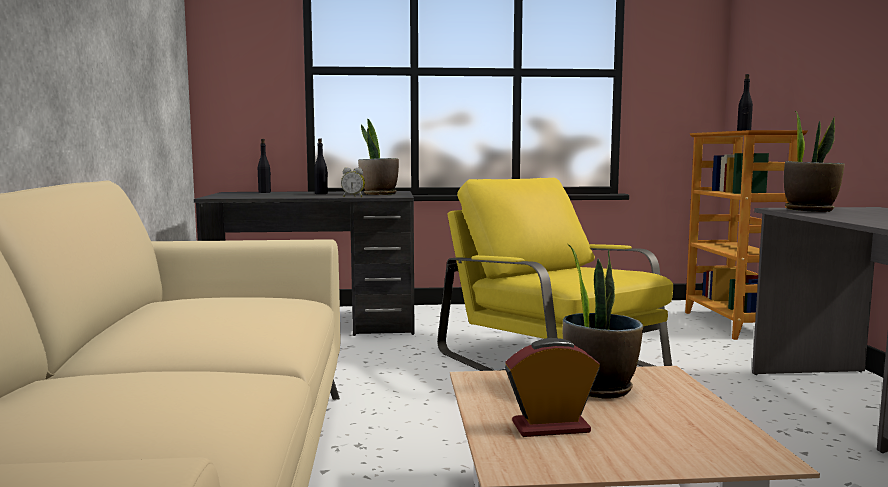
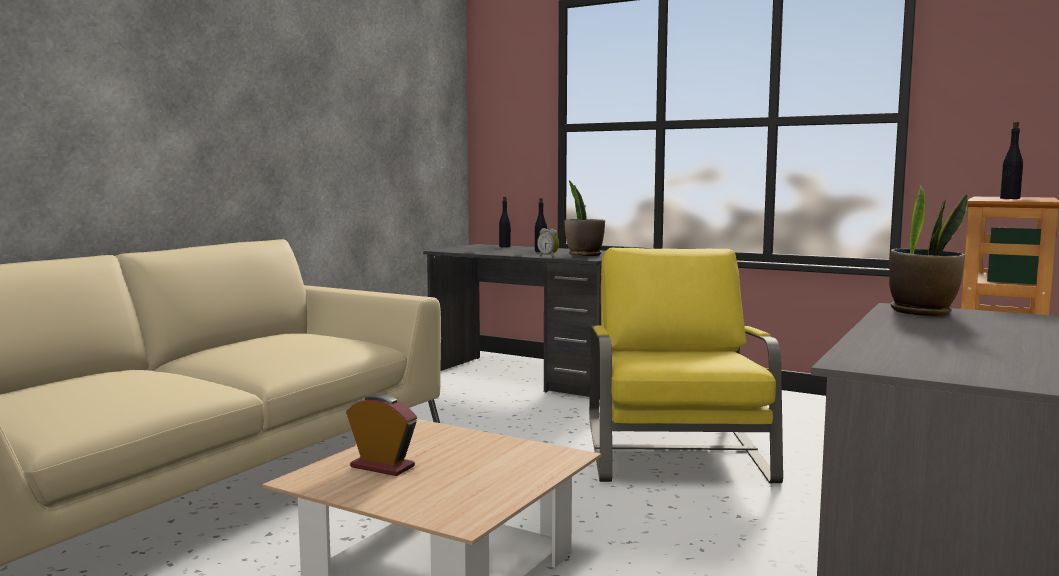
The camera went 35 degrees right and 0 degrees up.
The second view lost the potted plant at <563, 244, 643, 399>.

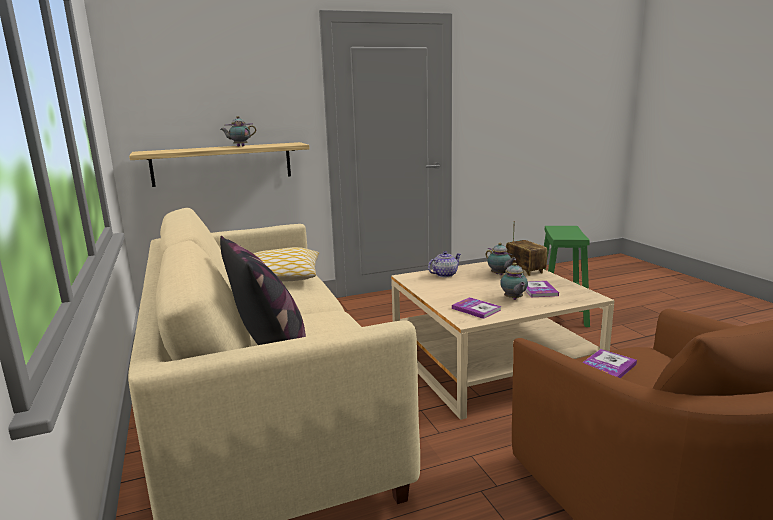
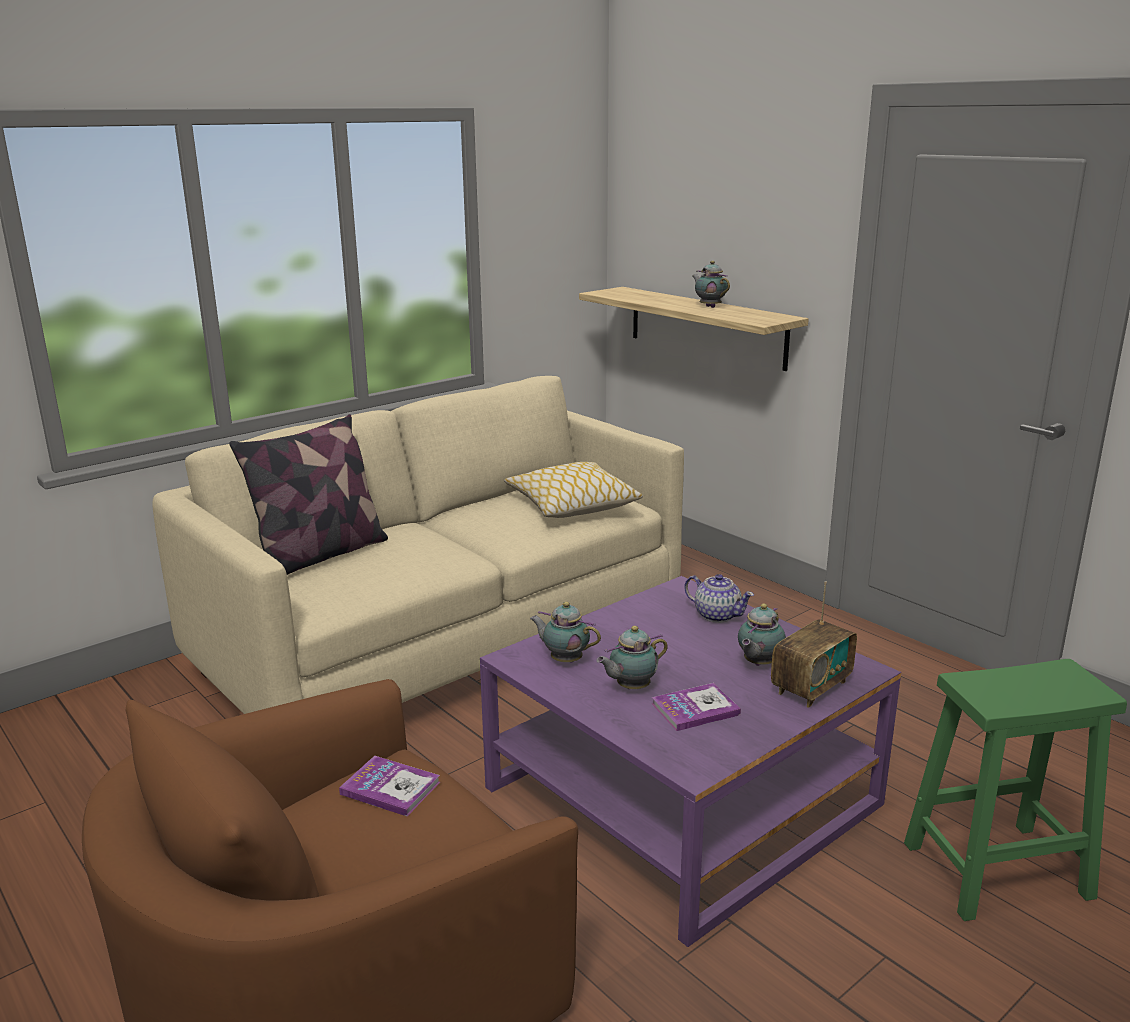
The camera went 70 degrees right and 5 degrees up.
What was the beige lounge table at <391, 261, 614, 420> turned into the purplish lounge table at <480, 576, 901, 947>.
Where the volume stood at <452, 297, 502, 319>, the teapot came to stand at <530, 602, 601, 663>.

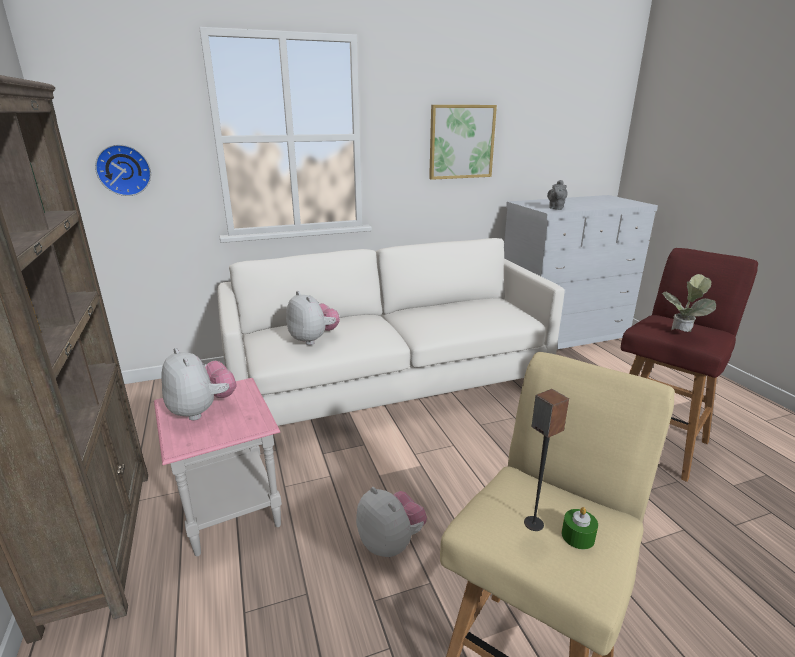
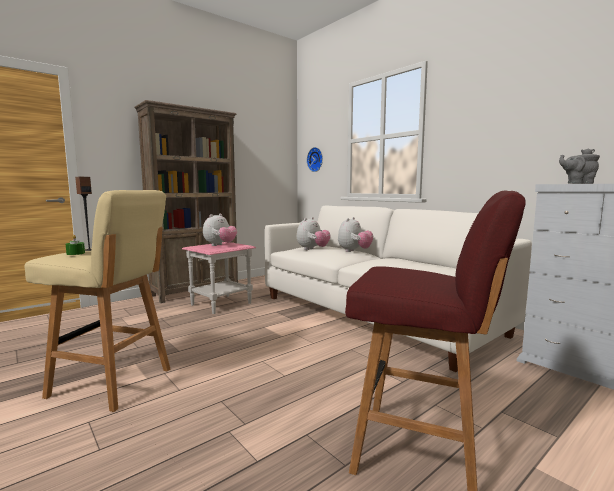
The camera went 70 degrees right and 15 degrees down.
The plush toy ended up elsewhere, having gone from <356, 487, 427, 557> to <338, 217, 373, 252>.
The second view lost the wall art at <429, 105, 497, 180>.
The second view lost the potted plant at <662, 274, 716, 332>.

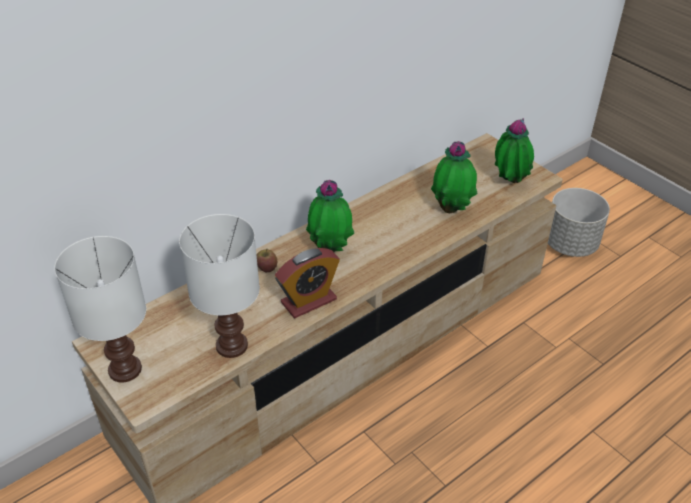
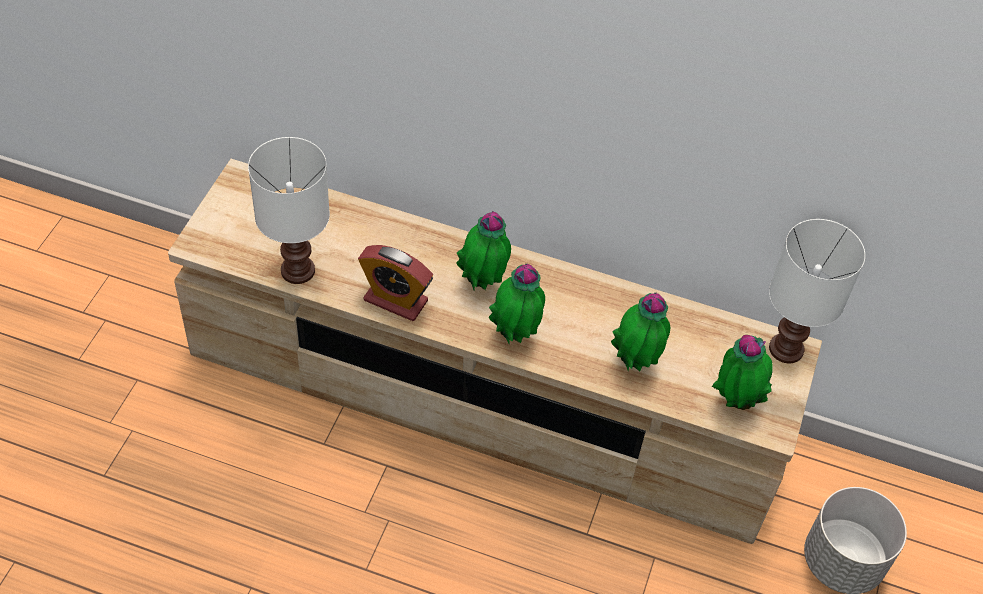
The camera went 55 degrees right and 10 degrees up.
The second view gained the potted plant at <489, 263, 545, 344>.
The whitish table lamp ended up elsewhere, having gone from <54, 236, 146, 383> to <769, 219, 865, 363>.
The second view lost the apple fruit at <257, 249, 277, 272>.

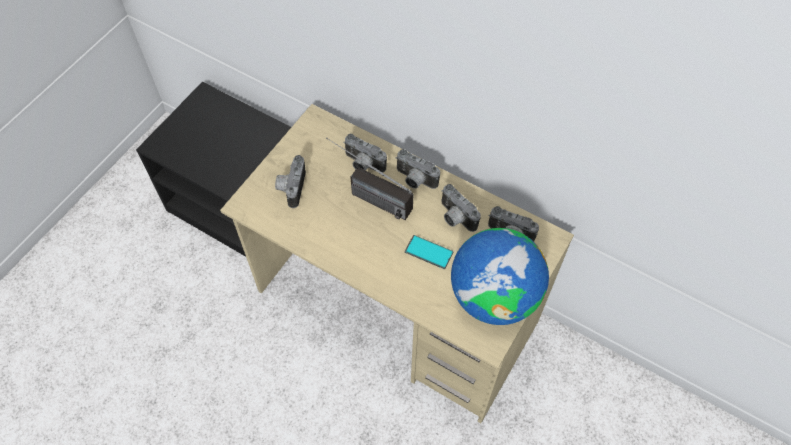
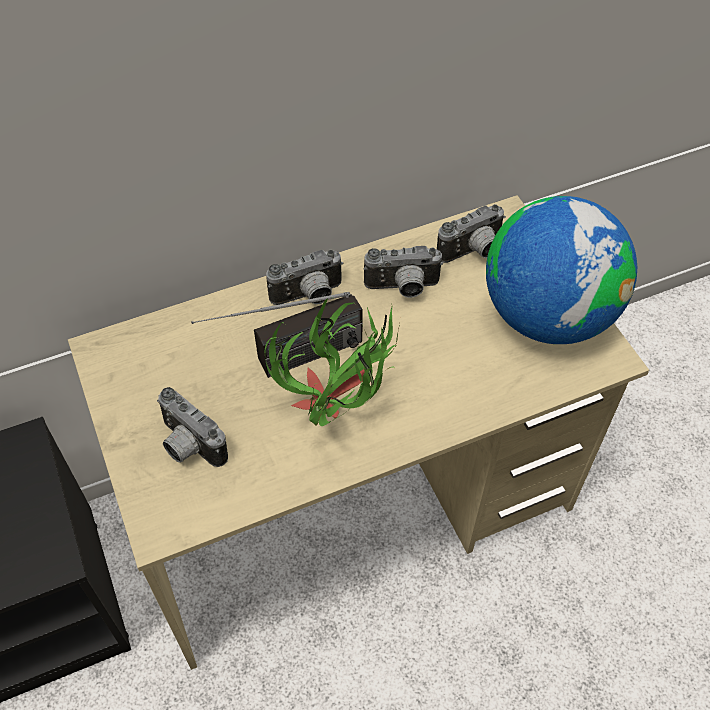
The camera went 55 degrees left and 5 degrees down.
The second view gained the potted plant at <265, 297, 402, 426>.
The second view lost the still camera at <343, 134, 387, 173>.
The second view lost the phone at <405, 235, 453, 269>.

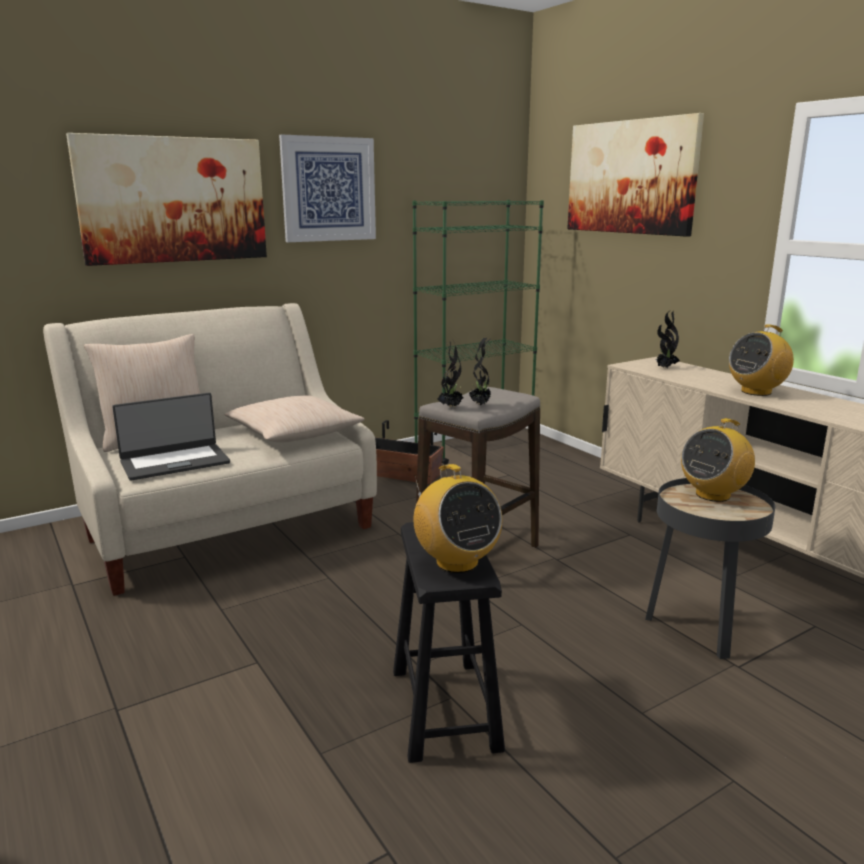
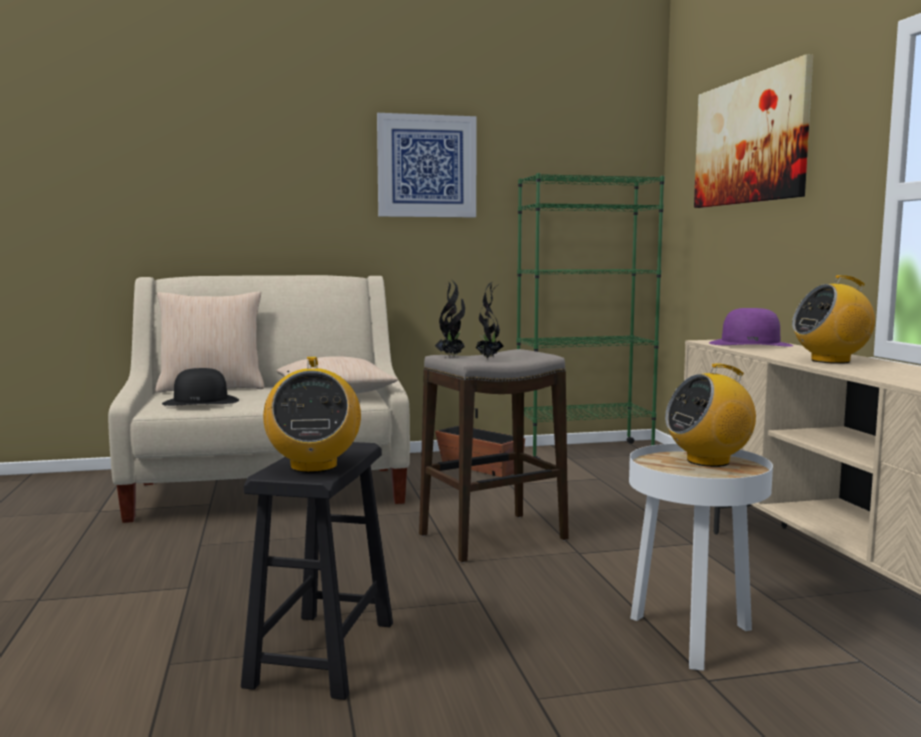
The camera went 20 degrees right and 10 degrees down.
Where the laptop stood at <112, 393, 230, 481>, the black clothing hat came to stand at <162, 368, 239, 406>.
What was the black accent table at <645, 478, 775, 659> turned into the whitish accent table at <629, 444, 773, 671>.
Where the potted plant stood at <656, 311, 680, 368>, the purplish clothing hat came to stand at <709, 308, 793, 347>.
The second view lost the wall art at <66, 133, 267, 266>.

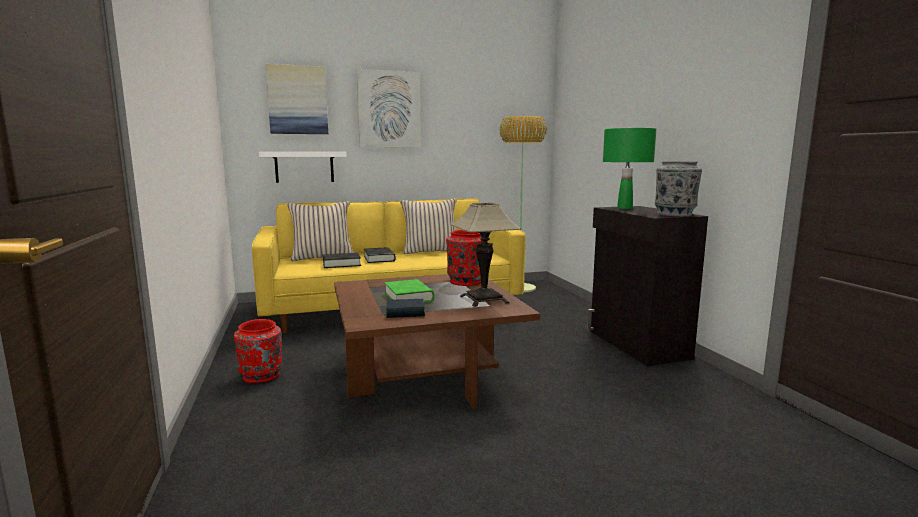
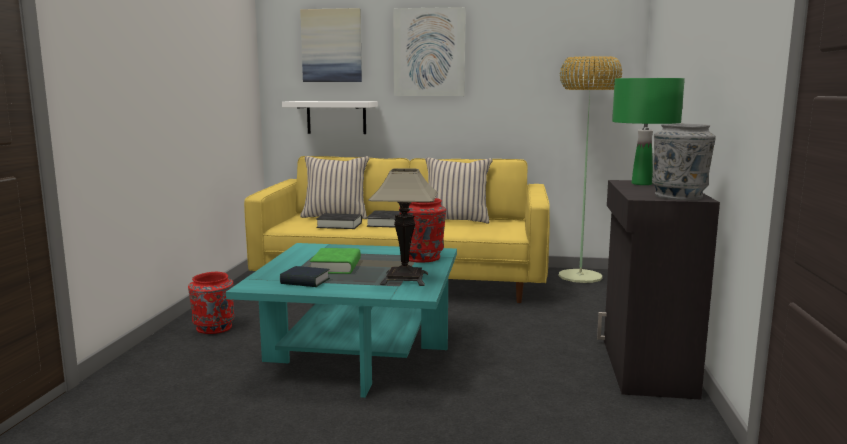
The camera went 25 degrees right and 0 degrees up.
What was the brown-coloured lounge table at <334, 274, 540, 409> turned into the turquoise lounge table at <226, 243, 457, 398>.

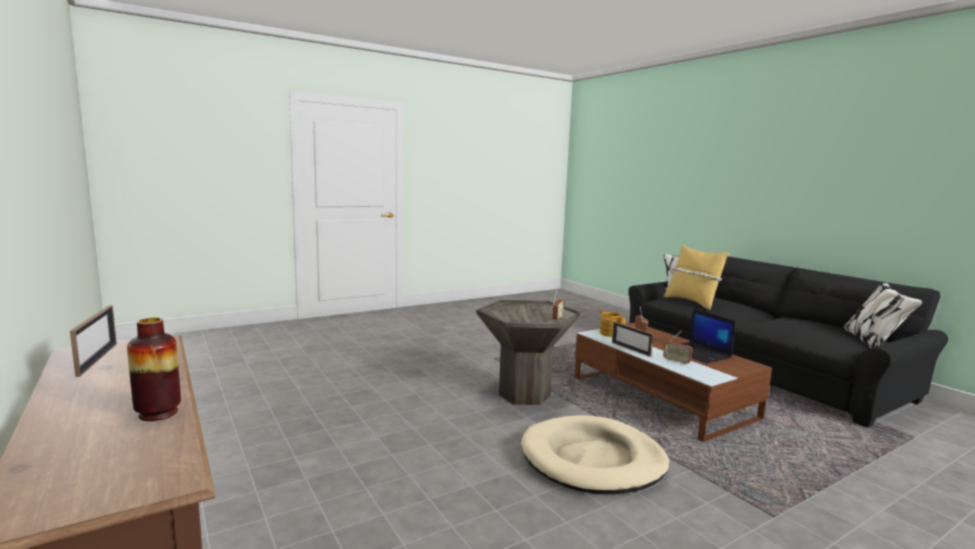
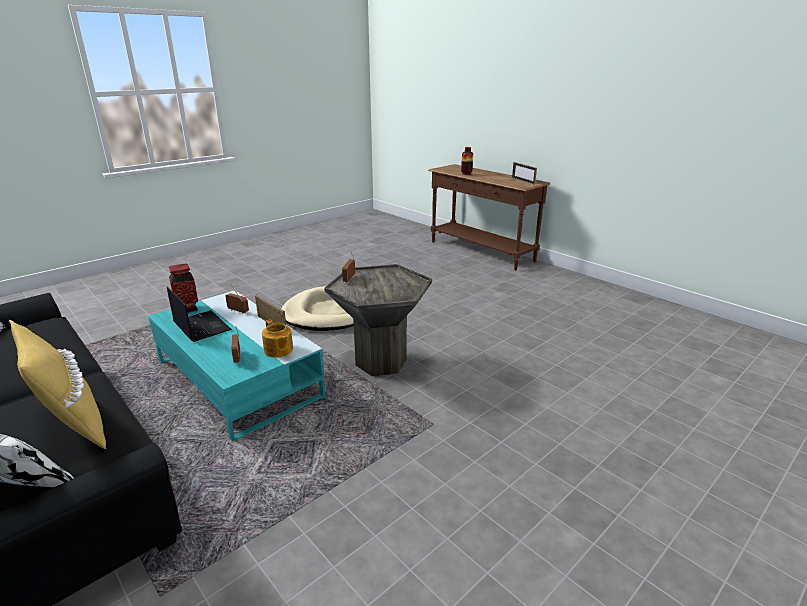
The camera went 170 degrees right and 15 degrees up.
What was the brown-coloured lounge table at <575, 322, 772, 442> turned into the turquoise lounge table at <148, 291, 325, 442>.
The second view gained the decorative vase at <169, 263, 198, 313>.

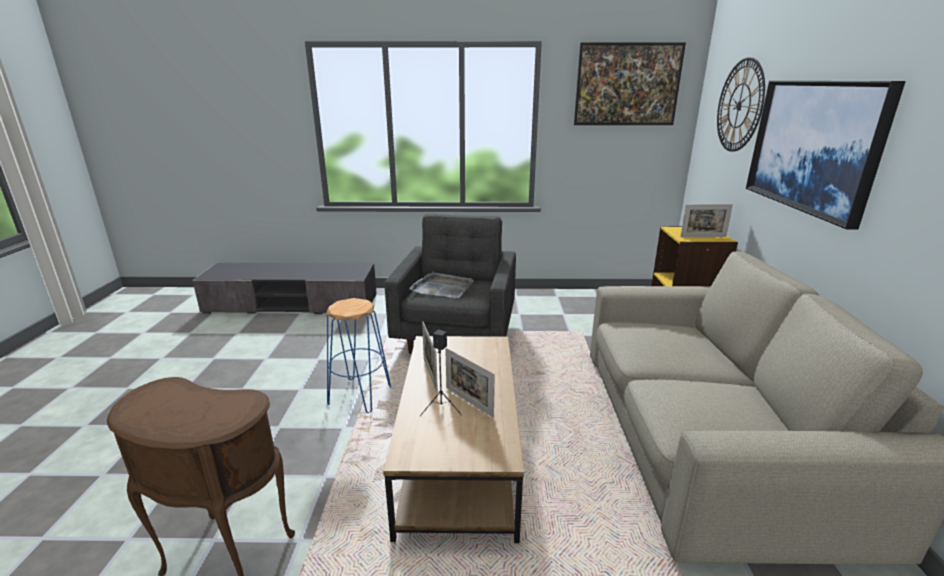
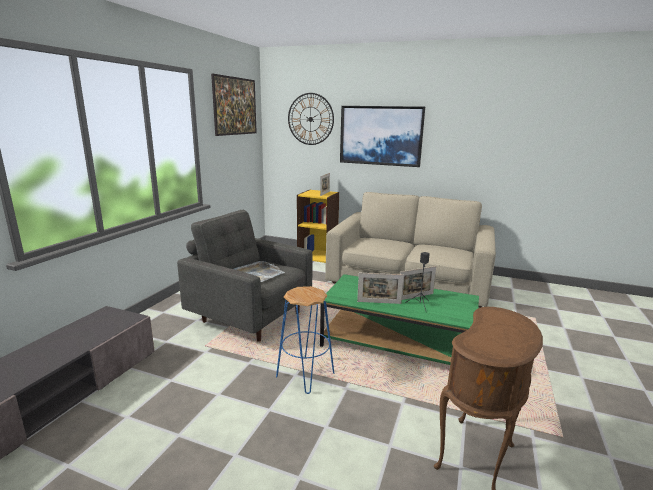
The camera went 70 degrees left and 5 degrees down.
What was the brown-coloured lounge table at <383, 336, 524, 543> turned into the green lounge table at <320, 274, 479, 365>.

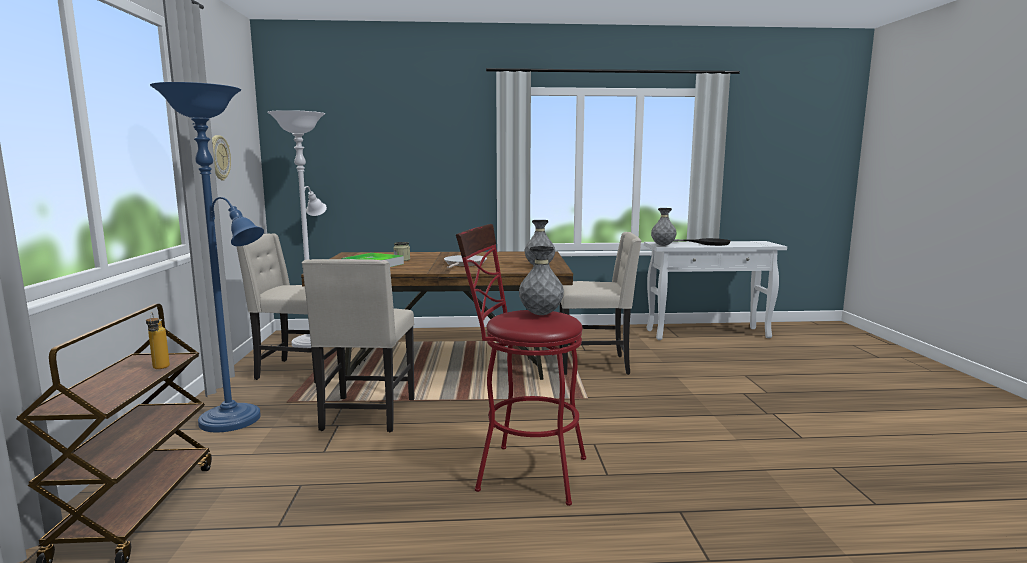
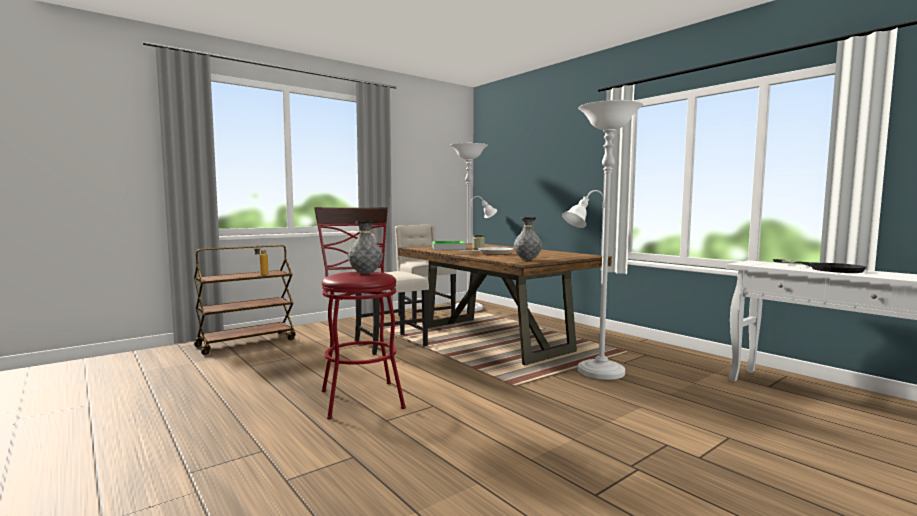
The camera went 55 degrees right and 5 degrees down.
Where the beige chair stood at <560, 232, 641, 375>, the whitish standard lamp came to stand at <562, 100, 643, 380>.
The second view lost the blue-coloured standard lamp at <150, 82, 264, 432>.
The second view lost the wall clock at <212, 135, 231, 180>.
The second view lost the greyish decorative vase at <651, 208, 677, 246>.

